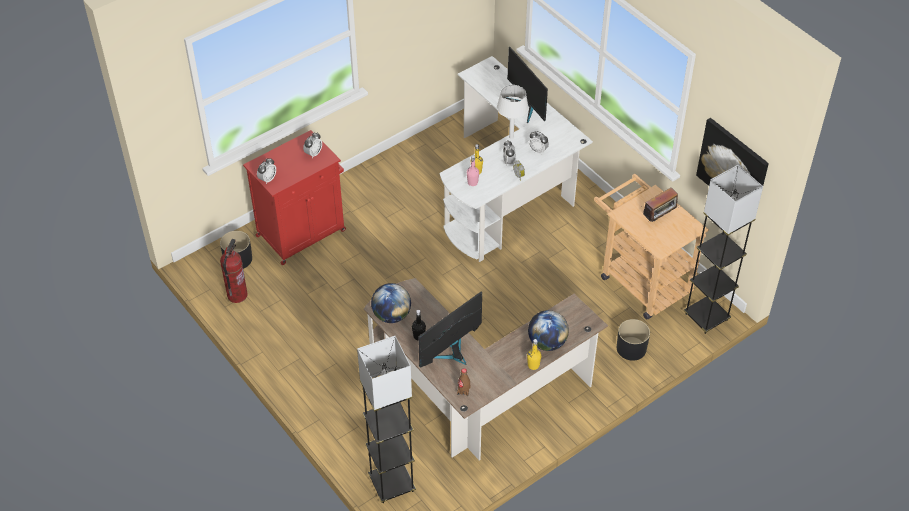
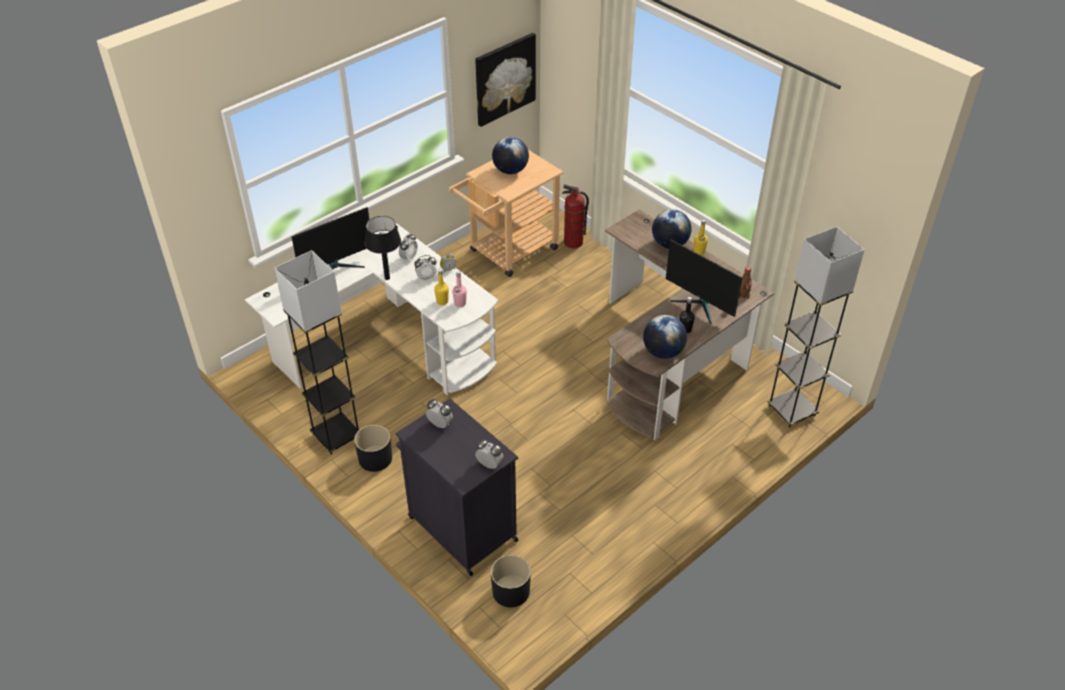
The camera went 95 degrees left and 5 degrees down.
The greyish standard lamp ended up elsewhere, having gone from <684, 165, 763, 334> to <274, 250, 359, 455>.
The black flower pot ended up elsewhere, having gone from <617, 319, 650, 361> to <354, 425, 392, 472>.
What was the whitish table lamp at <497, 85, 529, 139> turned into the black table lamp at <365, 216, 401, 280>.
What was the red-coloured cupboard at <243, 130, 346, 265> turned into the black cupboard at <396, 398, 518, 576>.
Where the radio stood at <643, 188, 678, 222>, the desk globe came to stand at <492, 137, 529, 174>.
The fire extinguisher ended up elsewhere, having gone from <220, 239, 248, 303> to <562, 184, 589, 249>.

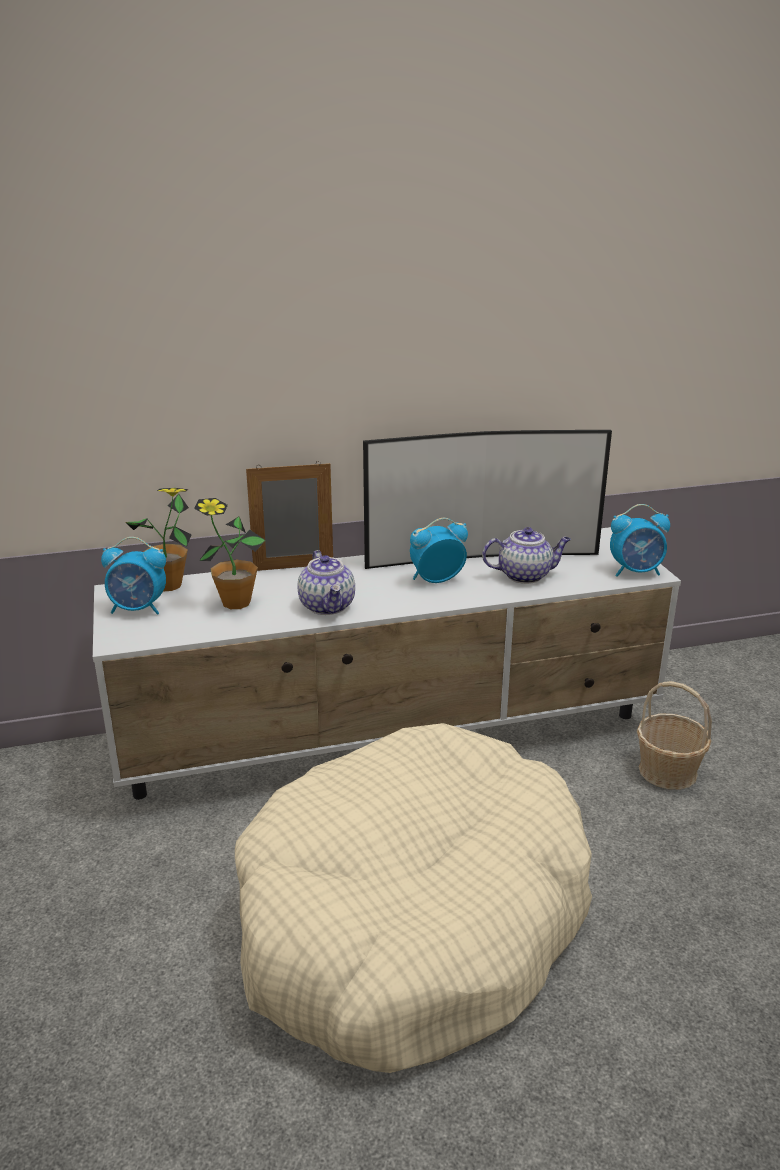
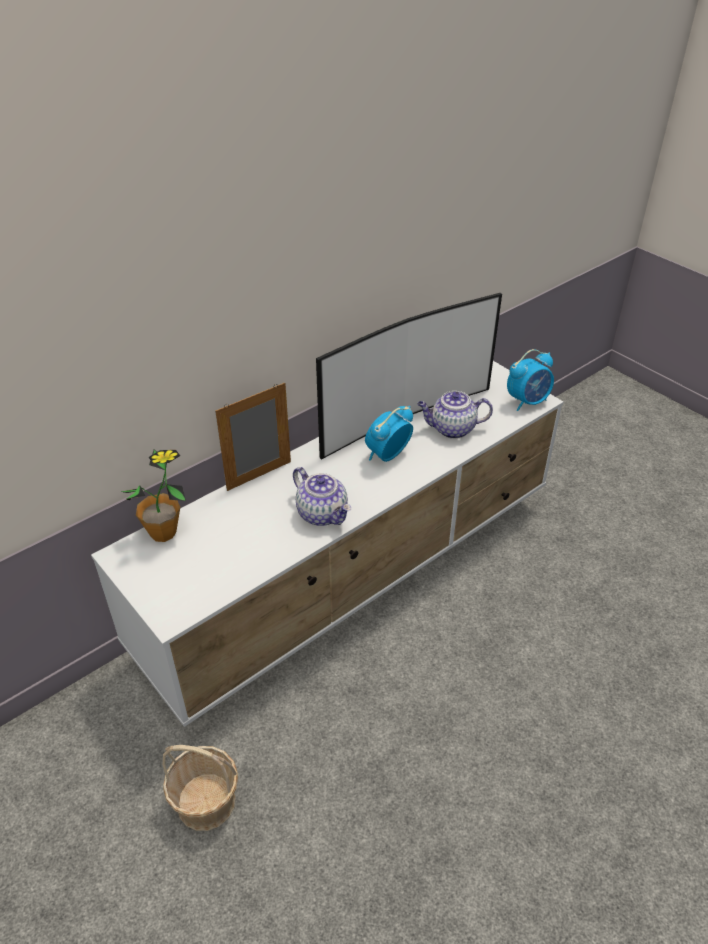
The camera went 25 degrees left and 15 degrees up.
The household basket ended up elsewhere, having gone from <637, 681, 712, 790> to <163, 745, 238, 831>.
The teapot at <482, 527, 571, 584> ended up facing another way, 150 degrees counterclockwise from before.
The second view lost the bedside clock at <101, 537, 166, 615>.
The second view lost the potted plant at <194, 498, 265, 609>.
The second view lost the beige dog bed at <235, 723, 592, 1073>.

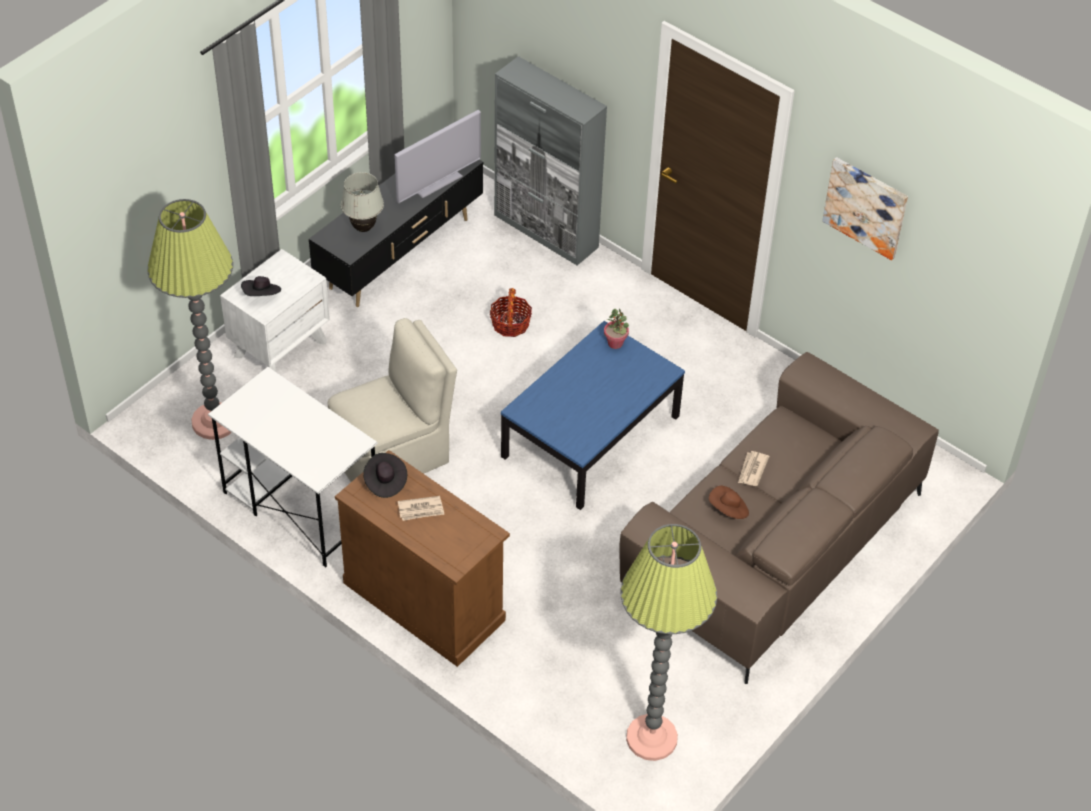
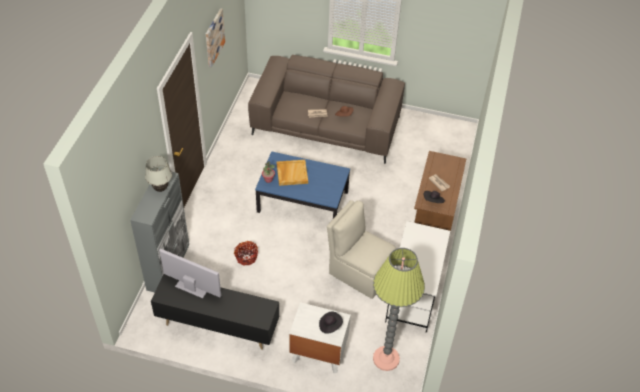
The camera went 115 degrees left and 0 degrees up.
The whitish table lamp ended up elsewhere, having gone from <341, 172, 384, 232> to <145, 156, 172, 192>.
The second view gained the beige carrying tray at <277, 160, 308, 186>.
The second view lost the standard lamp at <621, 524, 717, 761>.

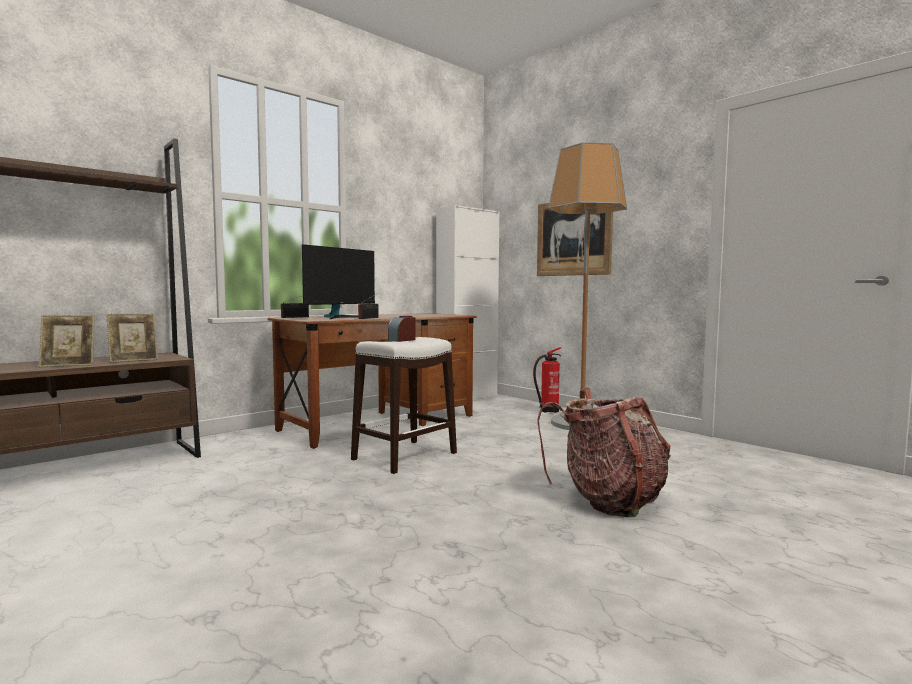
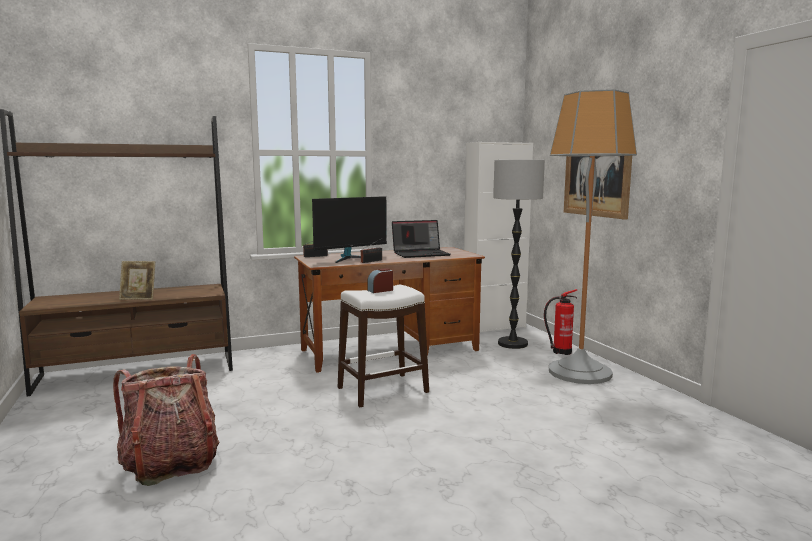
The camera went 20 degrees right and 5 degrees up.
The backpack ended up elsewhere, having gone from <537, 387, 671, 517> to <113, 354, 219, 486>.
The second view gained the laptop at <392, 220, 451, 258>.
The second view gained the standard lamp at <493, 160, 545, 349>.
The second view lost the photo frame at <106, 314, 158, 363>.

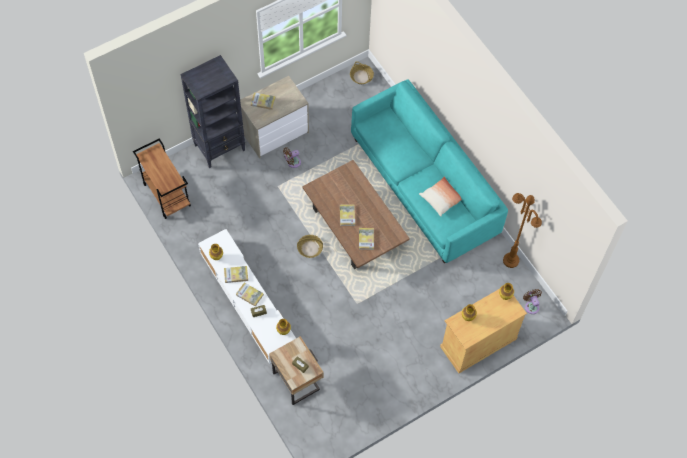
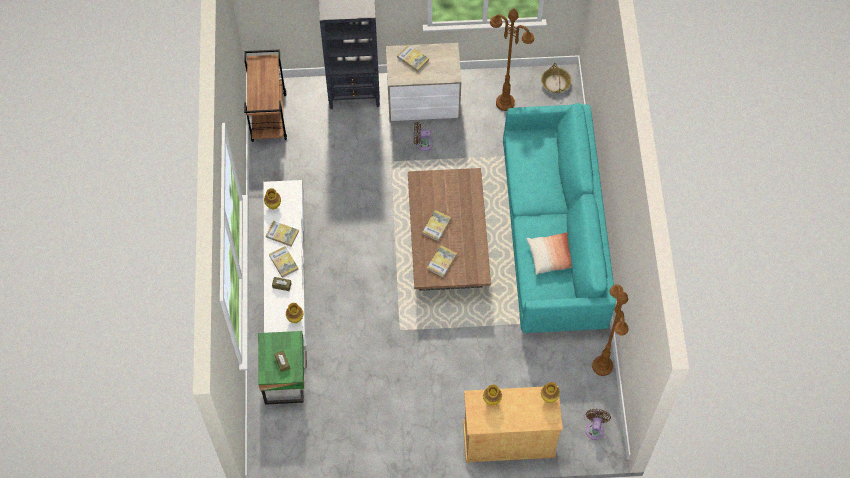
The camera went 30 degrees right and 0 degrees up.
What was the beige bedside table at <269, 336, 324, 405> turned into the green bedside table at <258, 331, 307, 405>.
The second view gained the brown-coloured standard lamp at <490, 9, 534, 111>.
The second view lost the household basket at <297, 235, 323, 258>.

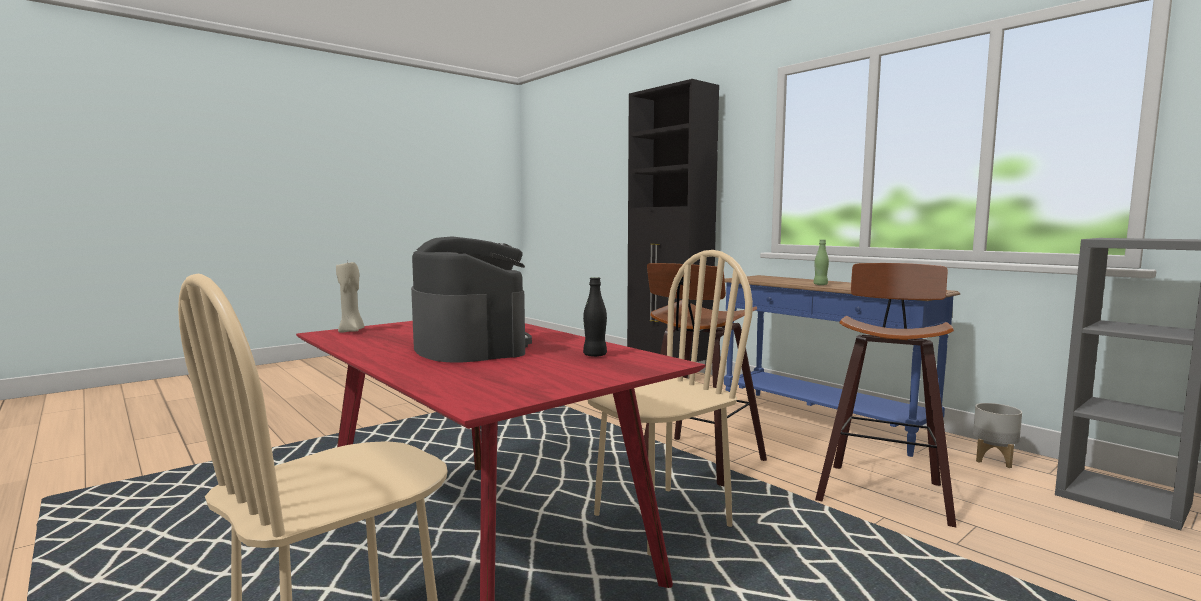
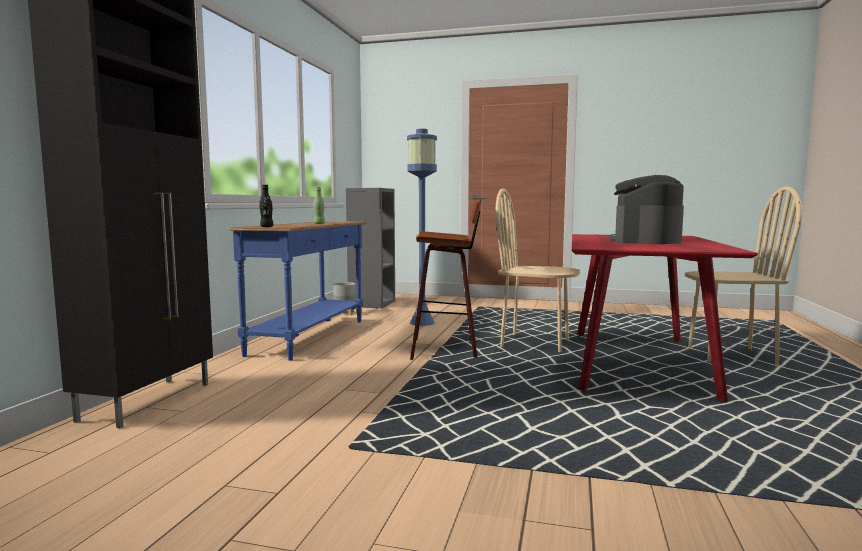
The camera went 125 degrees left and 0 degrees up.
The black bottle ended up elsewhere, having gone from <583, 277, 607, 357> to <259, 185, 273, 227>.
Where the stool seat stood at <815, 263, 957, 528>, the blue-coloured standard lamp came to stand at <407, 129, 437, 326>.
The second view lost the beige wax candle at <336, 262, 364, 333>.

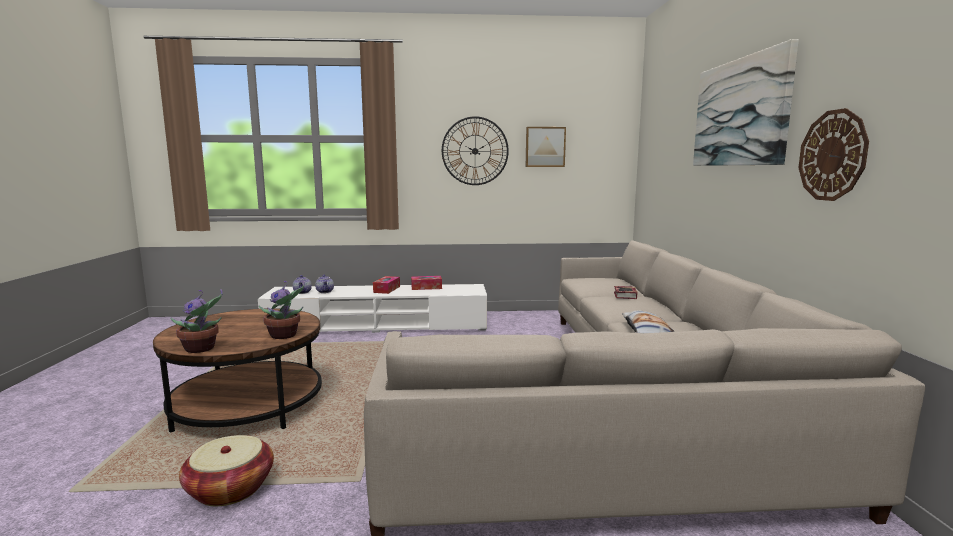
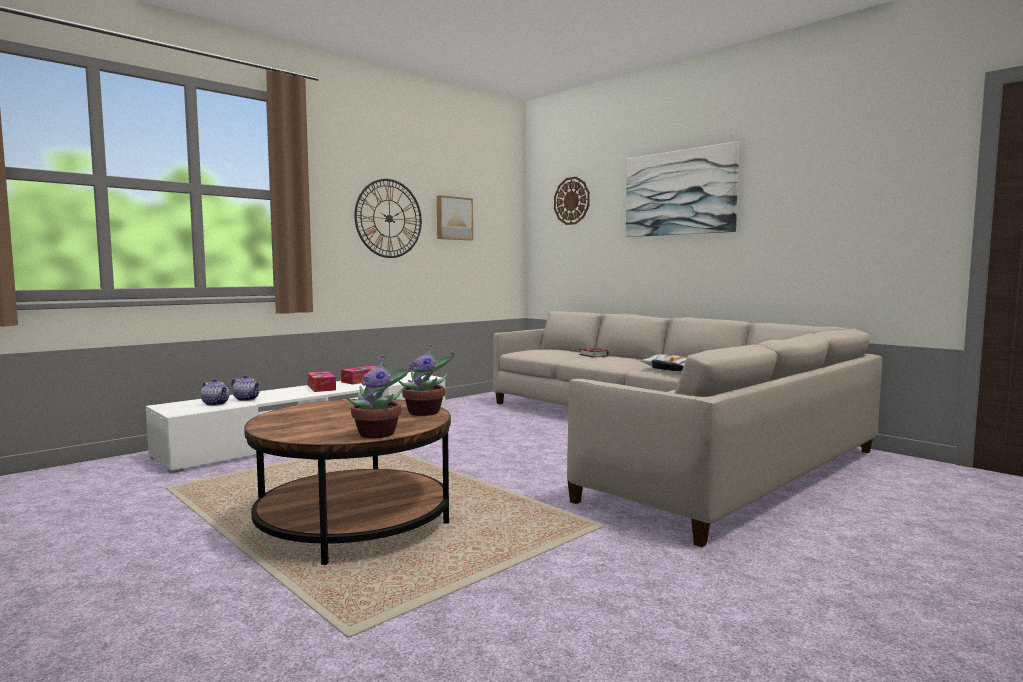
The camera went 40 degrees left and 5 degrees down.
The wall clock ended up elsewhere, having gone from <798, 108, 869, 201> to <554, 177, 590, 225>.
The second view lost the household basket at <179, 435, 274, 506>.

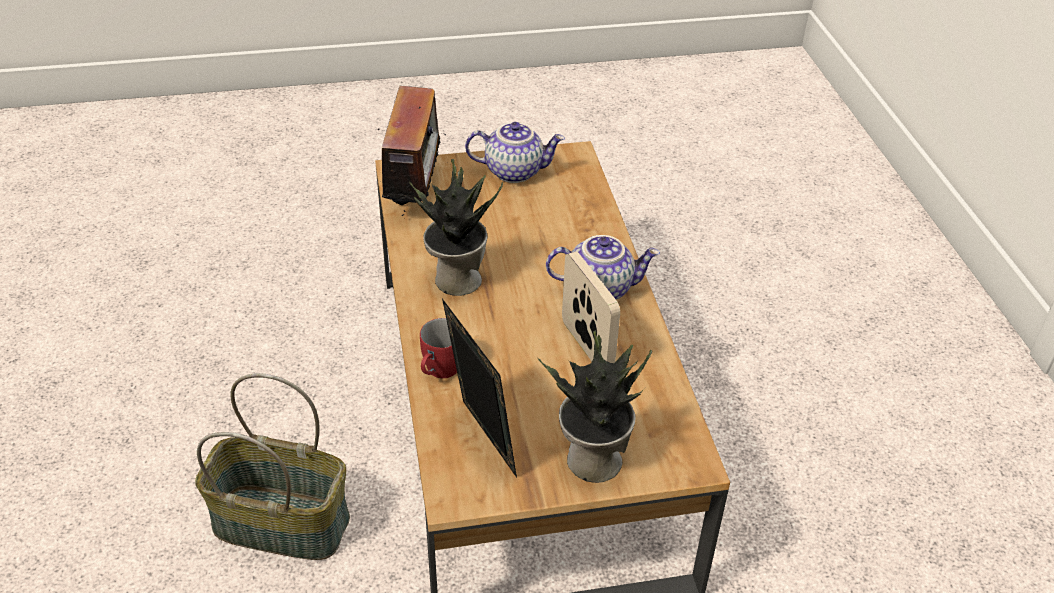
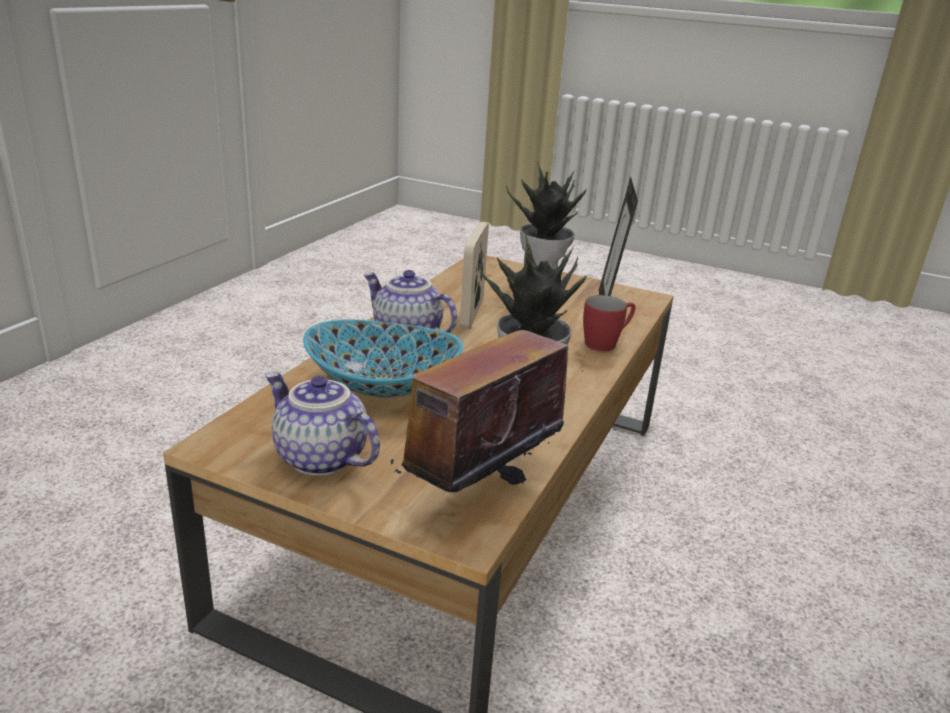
The camera went 145 degrees left and 15 degrees down.
The second view gained the deep dish at <303, 319, 463, 398>.
The second view lost the household basket at <195, 373, 350, 560>.

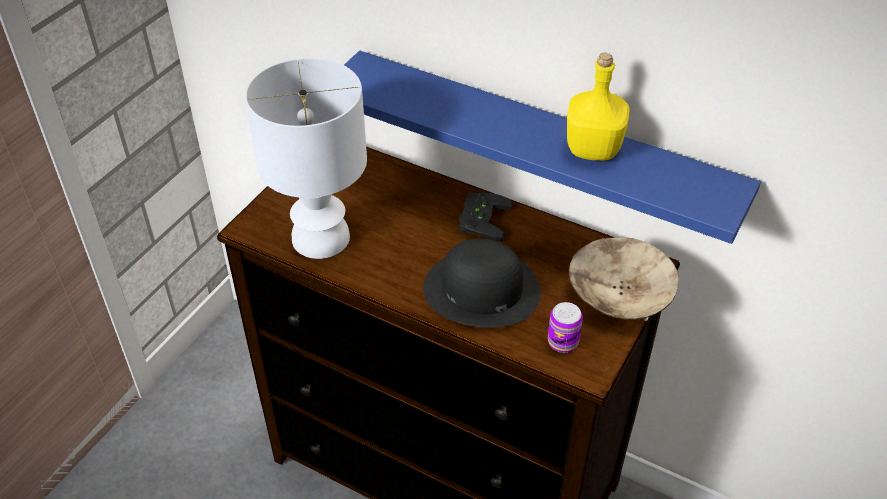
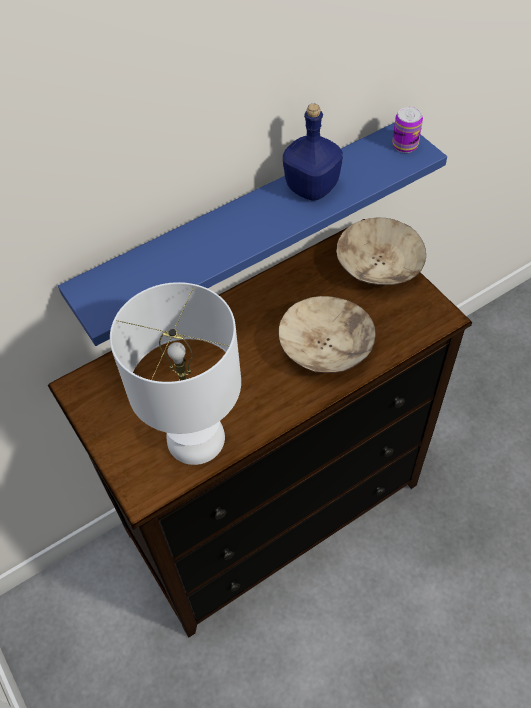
The camera went 60 degrees left and 10 degrees up.
Where the black clothing hat stood at <423, 239, 541, 328>, the beige deep dish came to stand at <279, 296, 376, 373>.
What was the yellow bottle at <567, 53, 630, 161> turned into the blue-coloured bottle at <283, 104, 343, 201>.
The metal can ended up elsewhere, having gone from <548, 302, 583, 353> to <392, 107, 423, 153>.
The second view lost the black joypad at <459, 193, 513, 241>.

